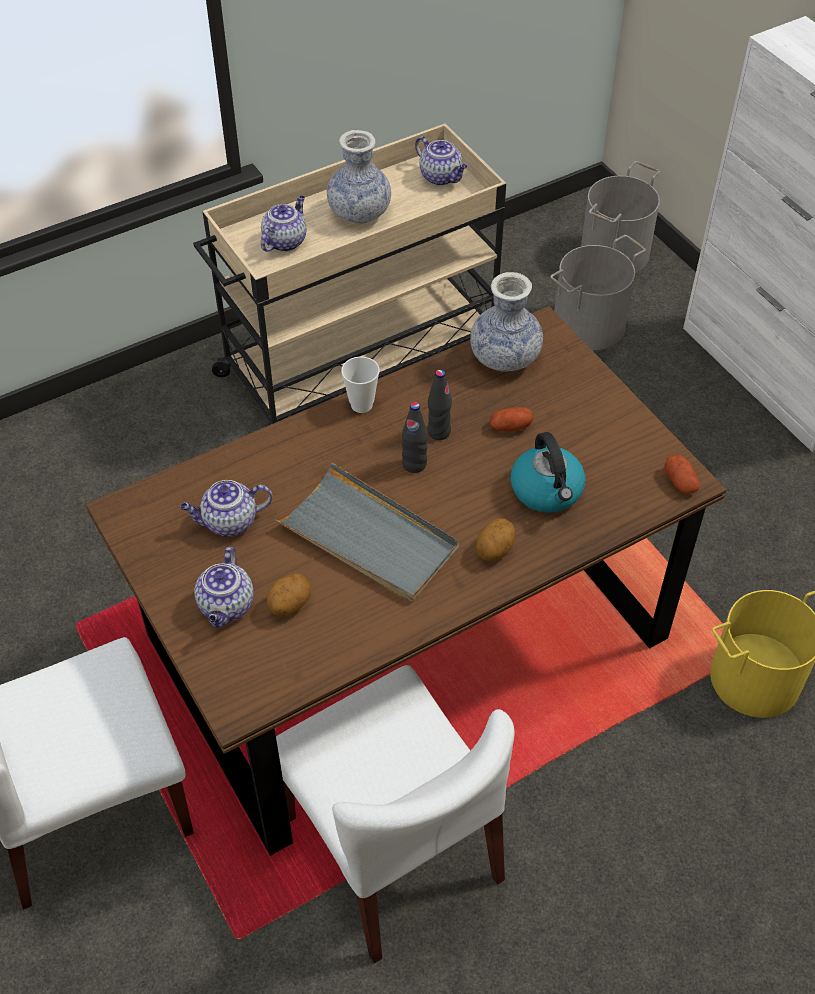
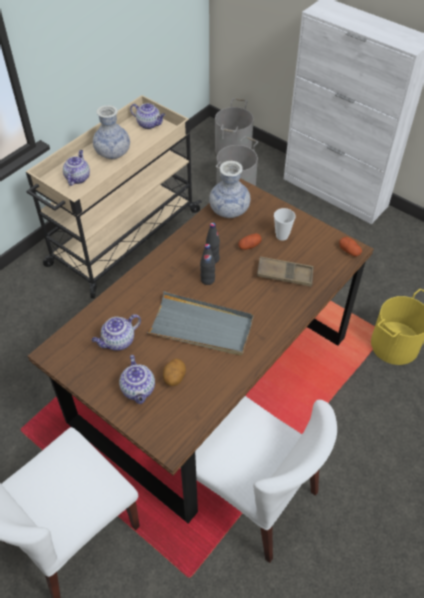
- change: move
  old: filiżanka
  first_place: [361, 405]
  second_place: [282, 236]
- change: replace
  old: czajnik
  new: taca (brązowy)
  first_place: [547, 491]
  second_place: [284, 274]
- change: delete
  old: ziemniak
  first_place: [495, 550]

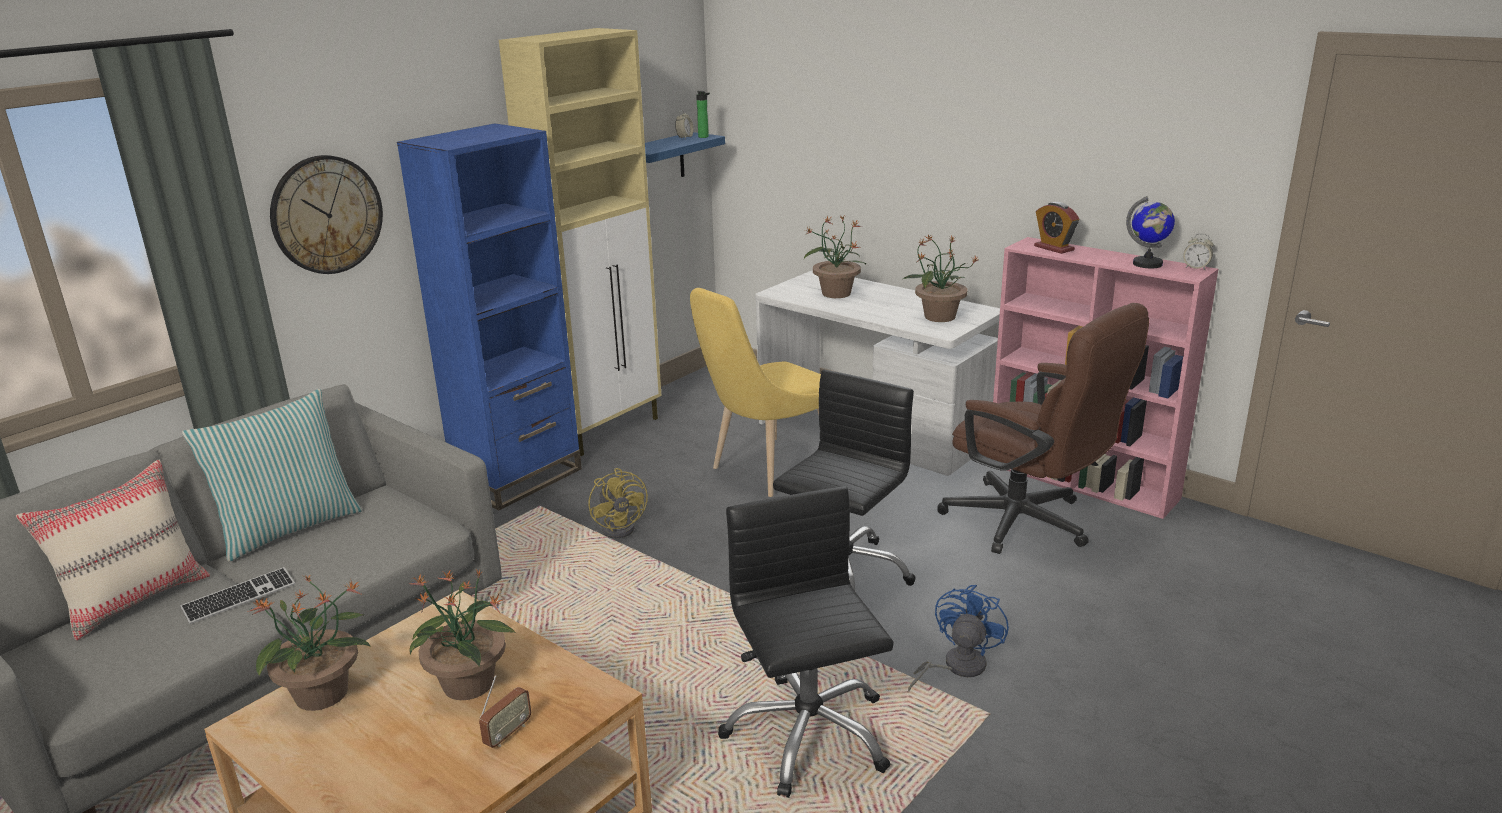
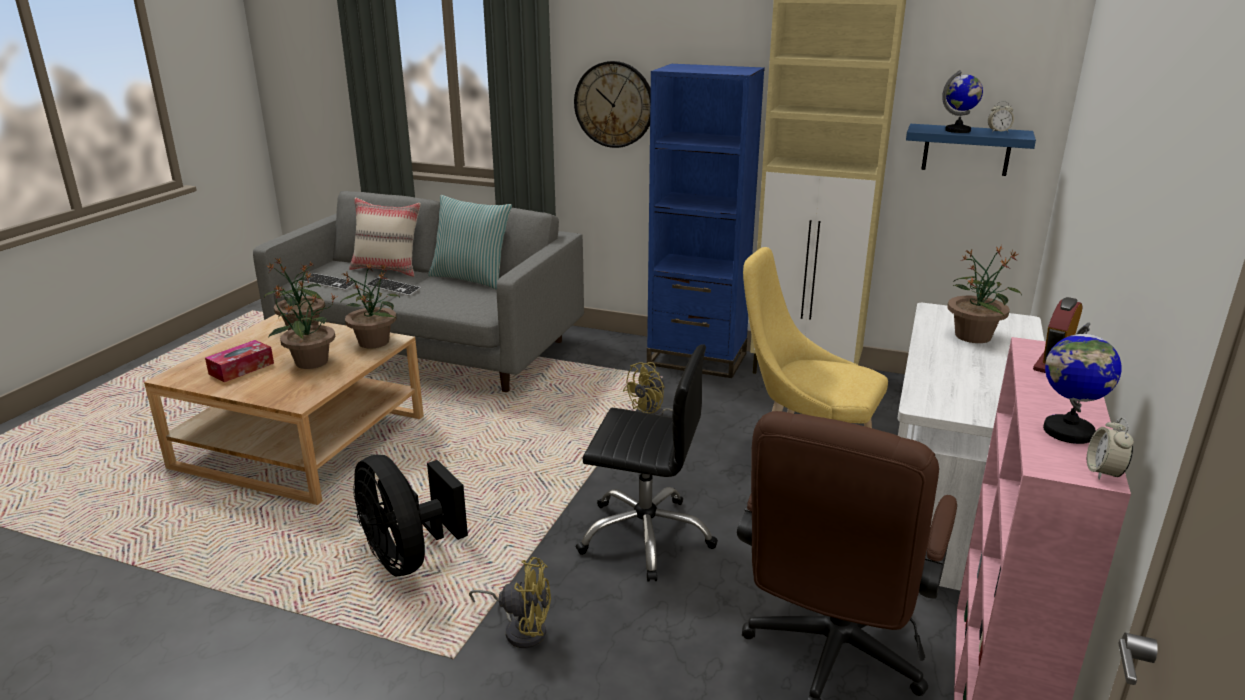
- change: delete
  old: butelka
  first_place: [704, 137]
- change: move
  old: roślina doniczkowa
  first_place: [938, 317]
  second_place: [374, 342]
- change: replace
  old: krzesło biurowe (czarny)
  new: wentylator (czarny)
  first_place: [807, 734]
  second_place: [408, 556]
- change: recolor
  old: wentylator (niebieski)
  new: wentylator (żółty)
  first_place: [956, 667]
  second_place: [521, 629]
- change: delete
  old: radio
  first_place: [508, 734]
- change: insert
  new: globus
  second_place: [958, 130]
- change: insert
  new: klawiatura
  second_place: [329, 283]
- change: insert
  new: pudełko chusteczek
  second_place: [241, 368]

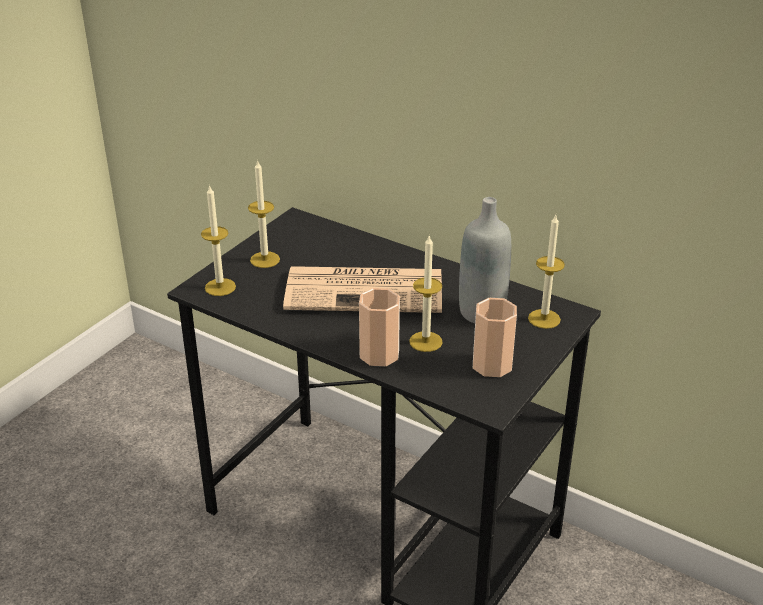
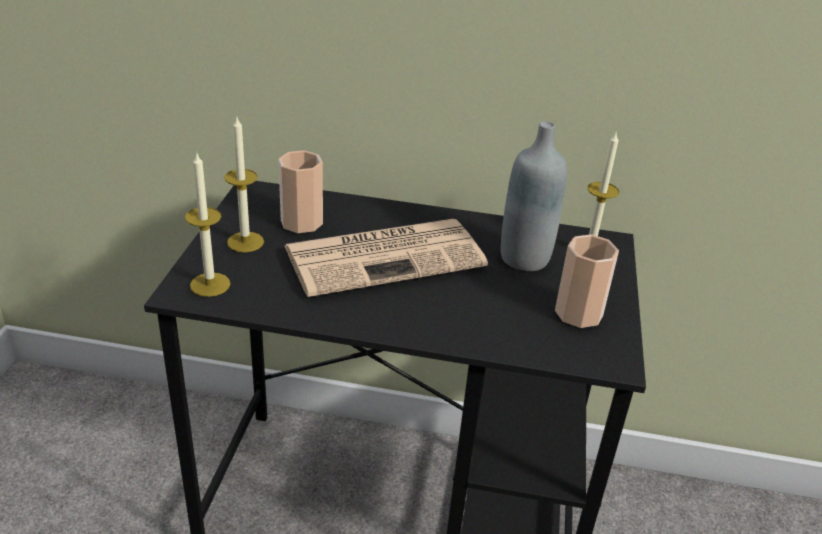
- change: delete
  old: świeca
  first_place: [425, 341]
- change: move
  old: filiżanka
  first_place: [379, 354]
  second_place: [301, 222]

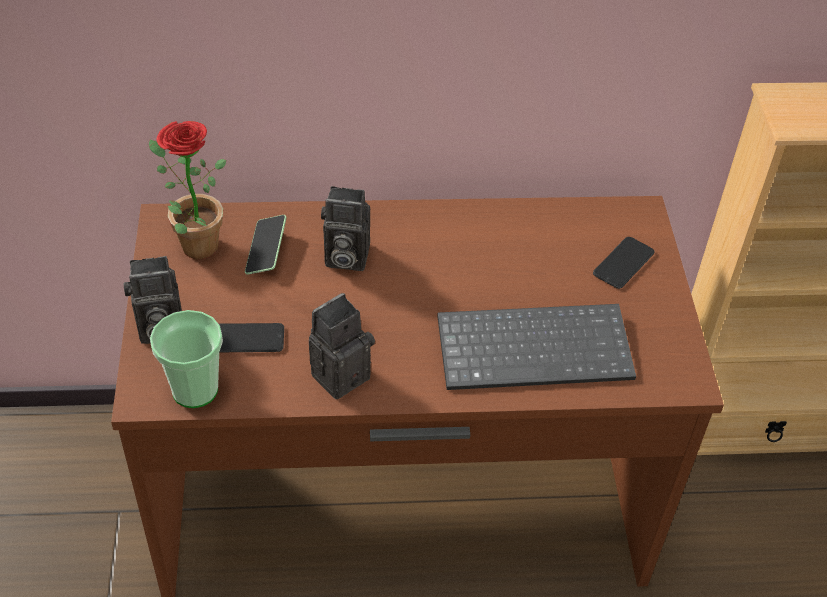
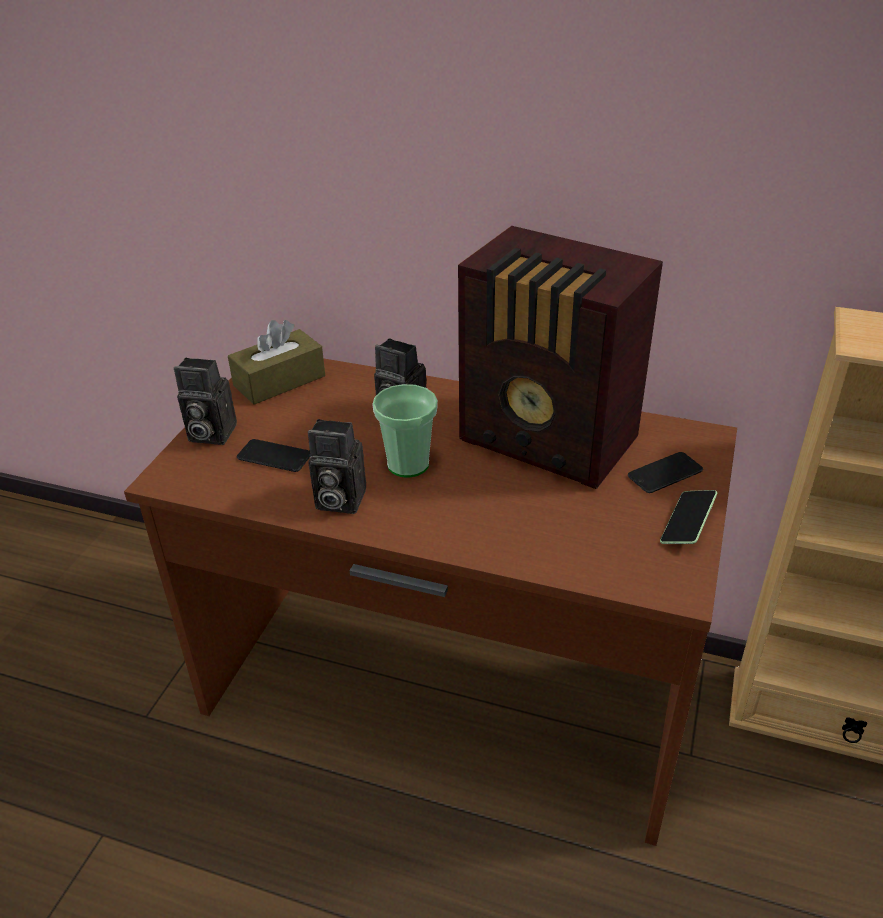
- change: replace
  old: roślina doniczkowa
  new: pudełko chusteczek (brązowy)
  first_place: [192, 243]
  second_place: [279, 381]
- change: move
  old: telefon
  first_place: [266, 251]
  second_place: [687, 525]
- change: rotate
  old: aparat fotograficzny
  first_place: [340, 373]
  second_place: [337, 500]
  degrees: -150
- change: delete
  old: klawiatura
  first_place: [536, 347]
- change: move
  old: filiżanka
  first_place: [195, 390]
  second_place: [408, 464]
- change: insert
  new: radio
  second_place: [550, 442]

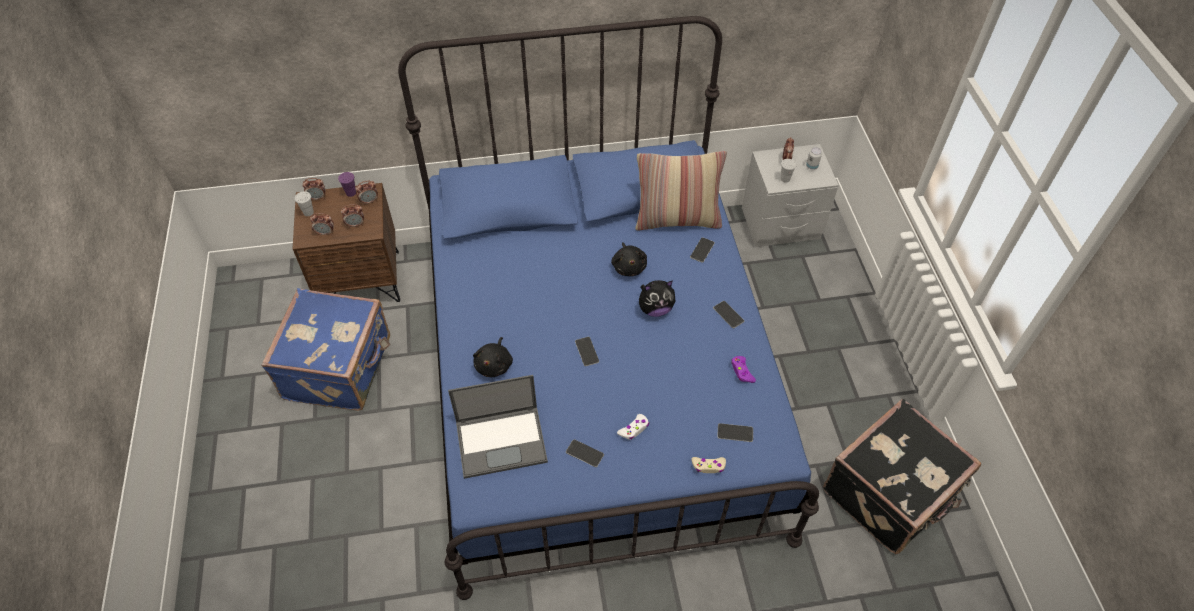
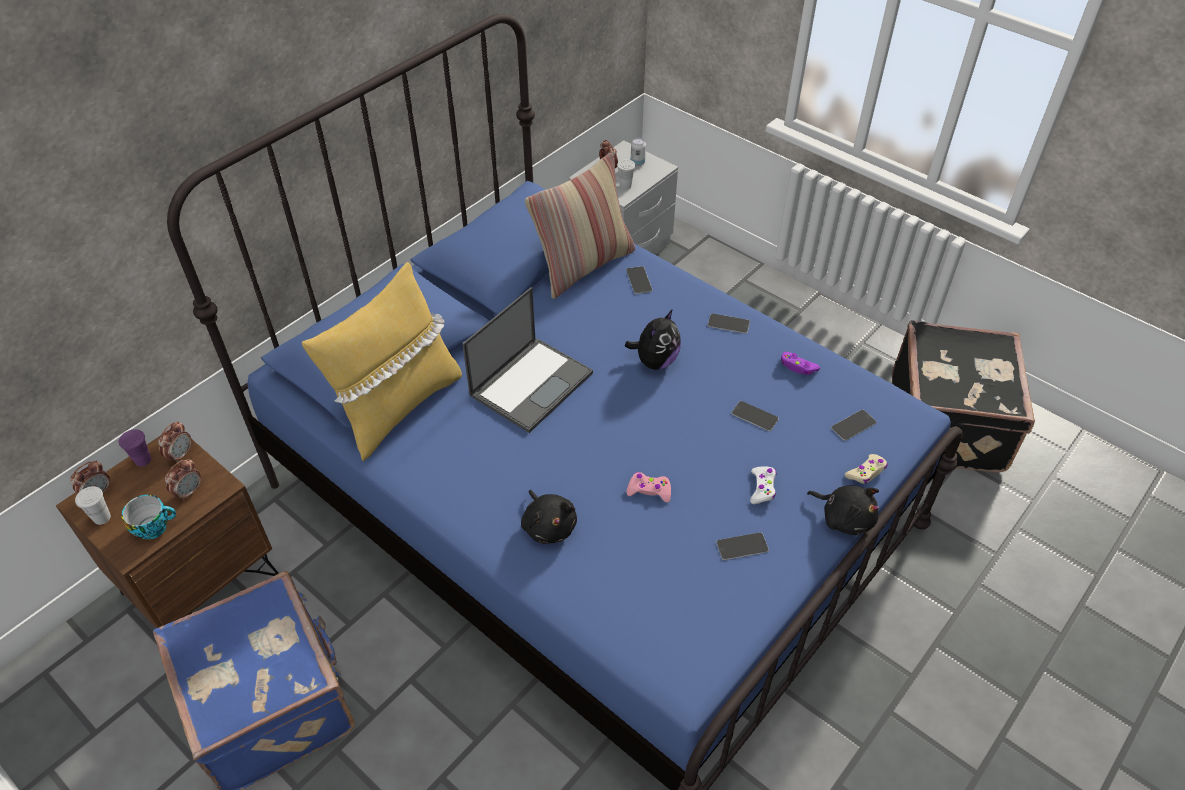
- change: replace
  old: budzik
  new: filiżanka
  first_place: [325, 233]
  second_place: [154, 526]
- change: move
  old: pluszak (czarny)
  first_place: [629, 266]
  second_place: [844, 517]
- change: move
  old: telefon
  first_place: [587, 351]
  second_place: [754, 416]
- change: move
  old: laptop
  first_place: [502, 440]
  second_place: [532, 383]
- change: insert
  new: poduszka (żółty)
  second_place: [398, 407]
- change: insert
  new: pad do gier (różowy)
  second_place: [649, 490]

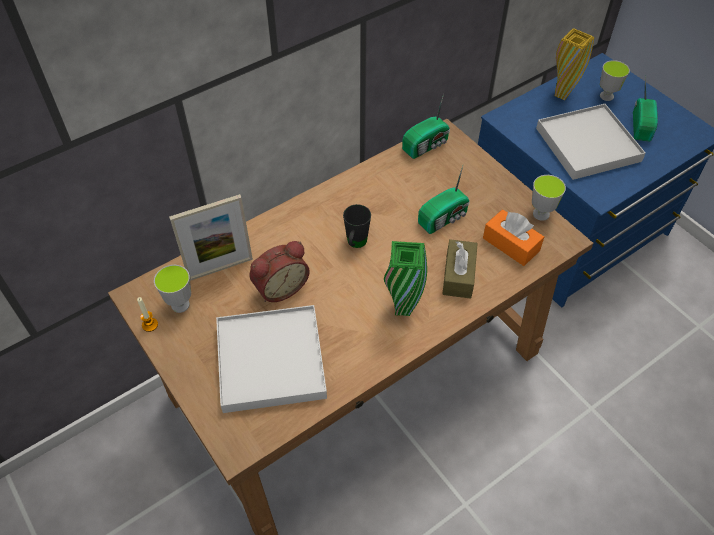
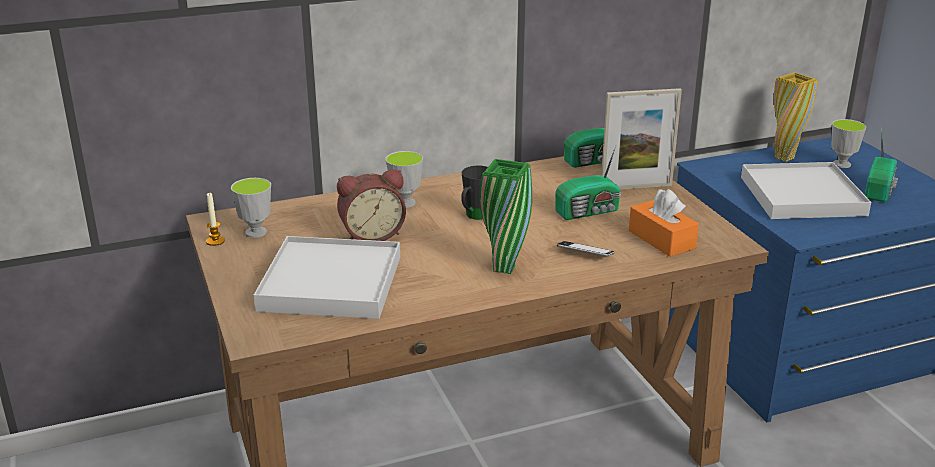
- change: move
  old: filiżanka
  first_place: [541, 214]
  second_place: [405, 203]
- change: move
  old: ramka na zdjęcie
  first_place: [220, 268]
  second_place: [636, 187]
- change: replace
  old: pudełko chusteczek (brązowy)
  new: telefon
  first_place: [458, 275]
  second_place: [585, 253]

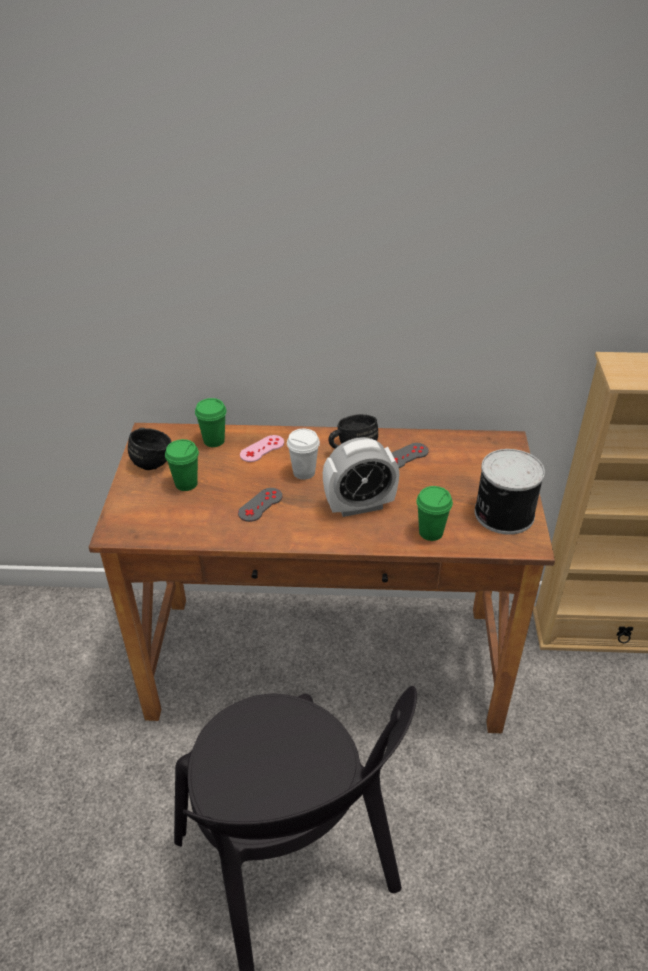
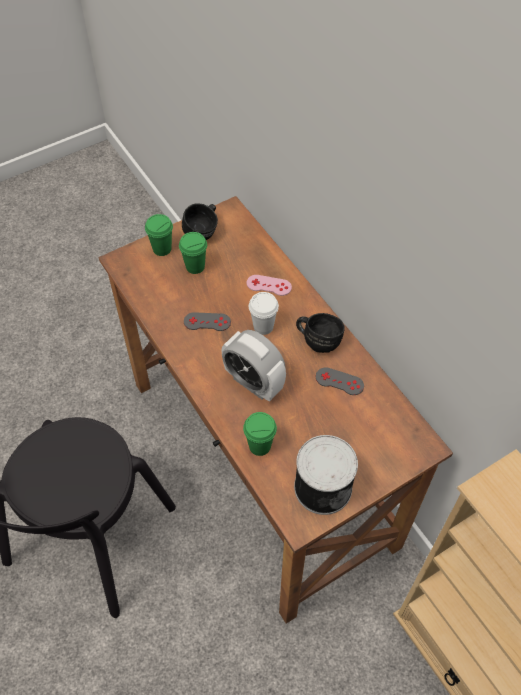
- change: move
  old: filiżanka (zielony)
  first_place: [214, 441]
  second_place: [162, 249]

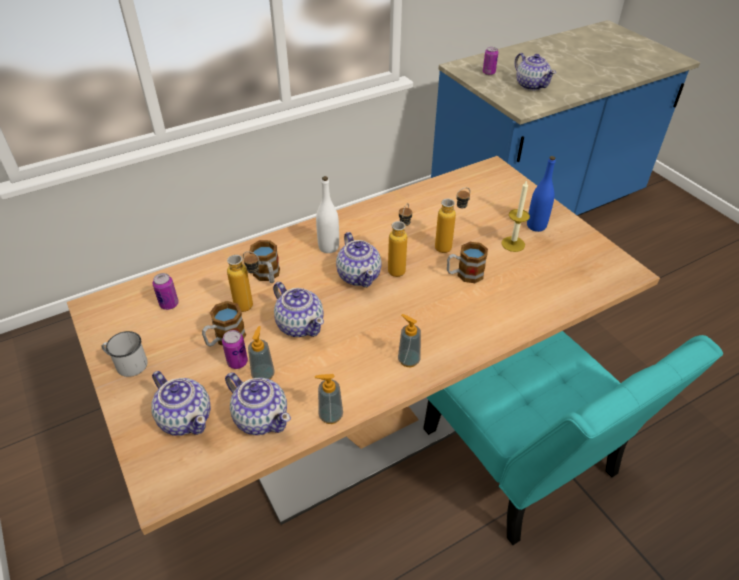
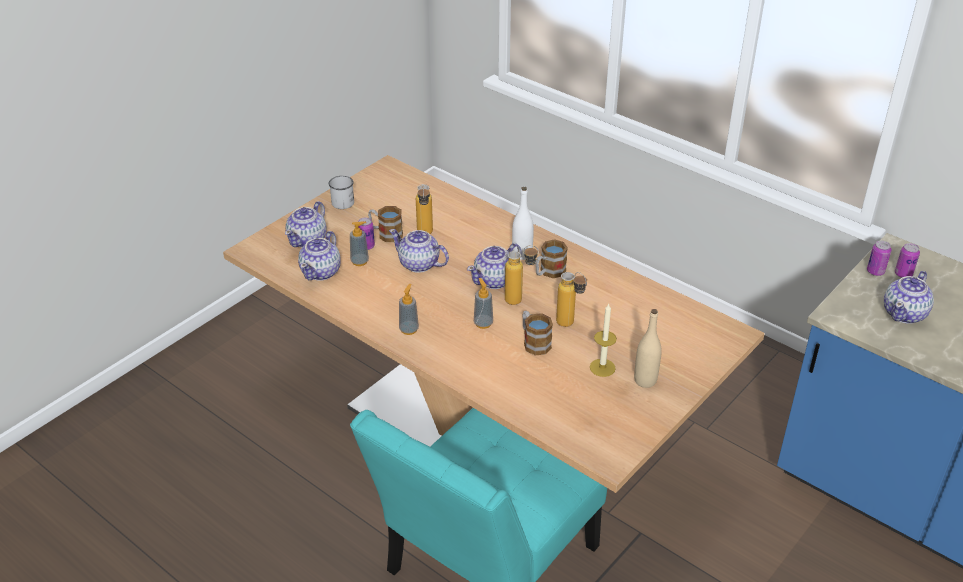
- change: recolor
  old: butelka (niebieski)
  new: butelka (beżowy)
  first_place: [536, 226]
  second_place: [645, 380]
- change: move
  old: kubek
  first_place: [268, 276]
  second_place: [549, 272]
- change: move
  old: puszka
  first_place: [169, 304]
  second_place: [875, 271]
- change: rotate
  old: imbryk
  first_place: [300, 324]
  second_place: [419, 264]
  degrees: 90
- change: move
  old: dozownik mydła
  first_place: [330, 415]
  second_place: [483, 323]

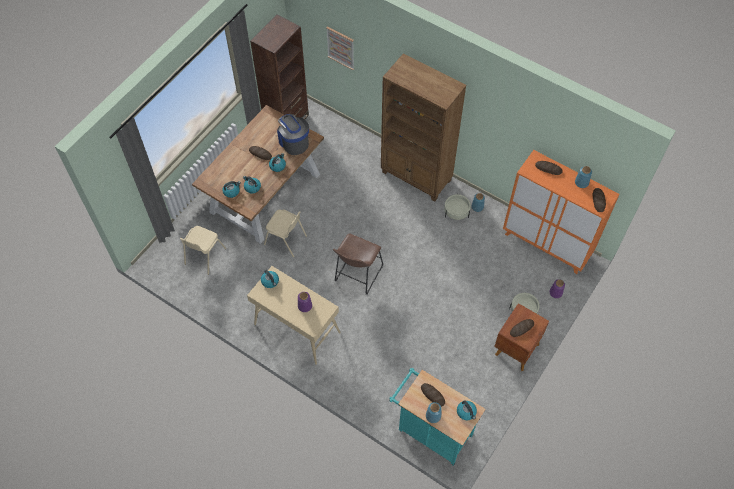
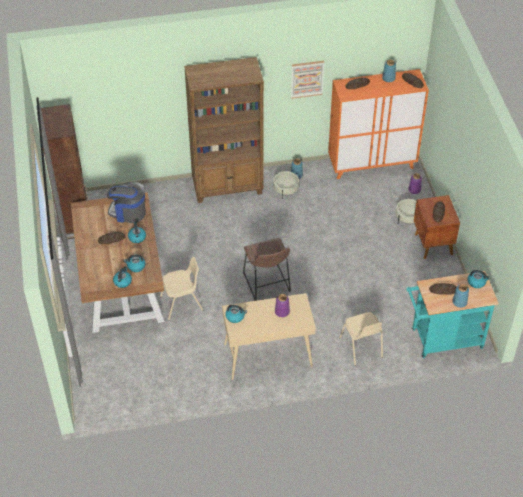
- change: move
  old: obraz
  first_place: [341, 48]
  second_place: [307, 79]
- change: move
  old: krzesło (beżowy)
  first_place: [204, 256]
  second_place: [361, 348]

